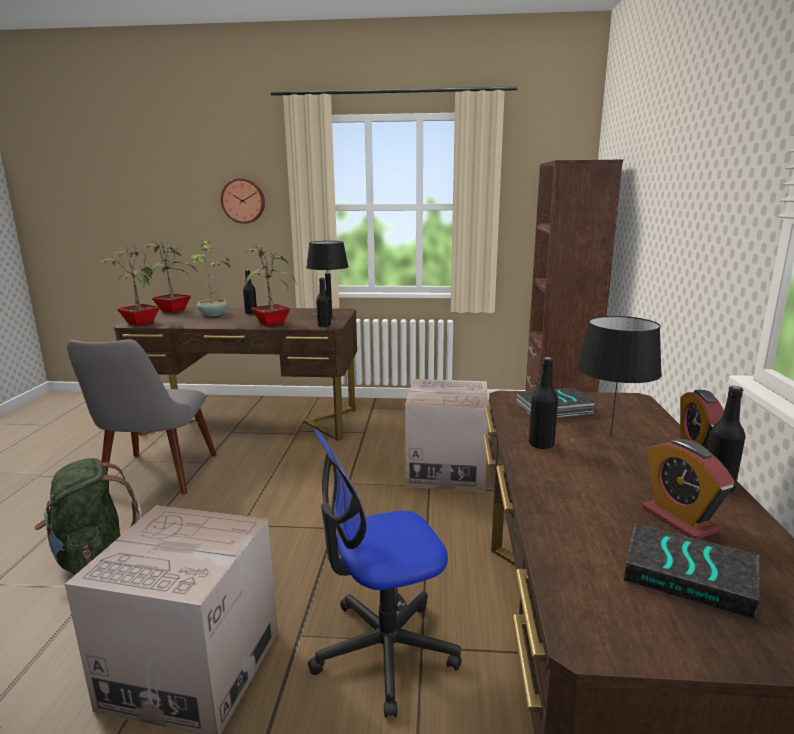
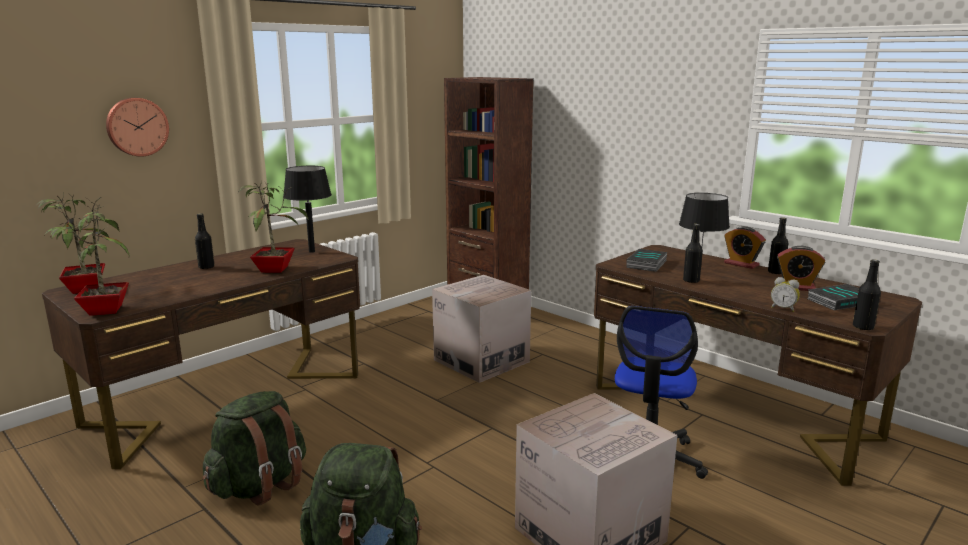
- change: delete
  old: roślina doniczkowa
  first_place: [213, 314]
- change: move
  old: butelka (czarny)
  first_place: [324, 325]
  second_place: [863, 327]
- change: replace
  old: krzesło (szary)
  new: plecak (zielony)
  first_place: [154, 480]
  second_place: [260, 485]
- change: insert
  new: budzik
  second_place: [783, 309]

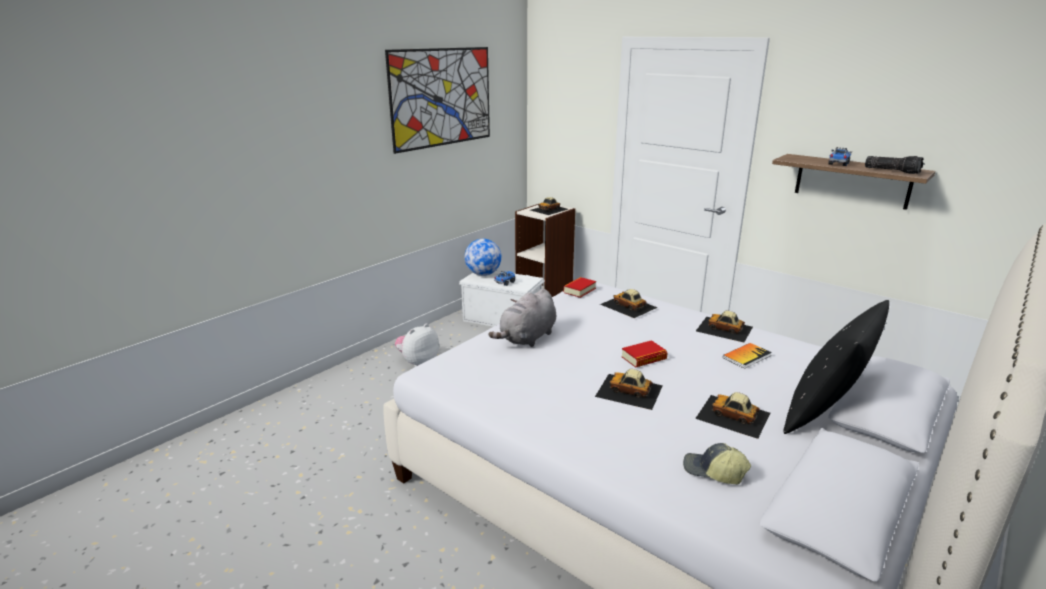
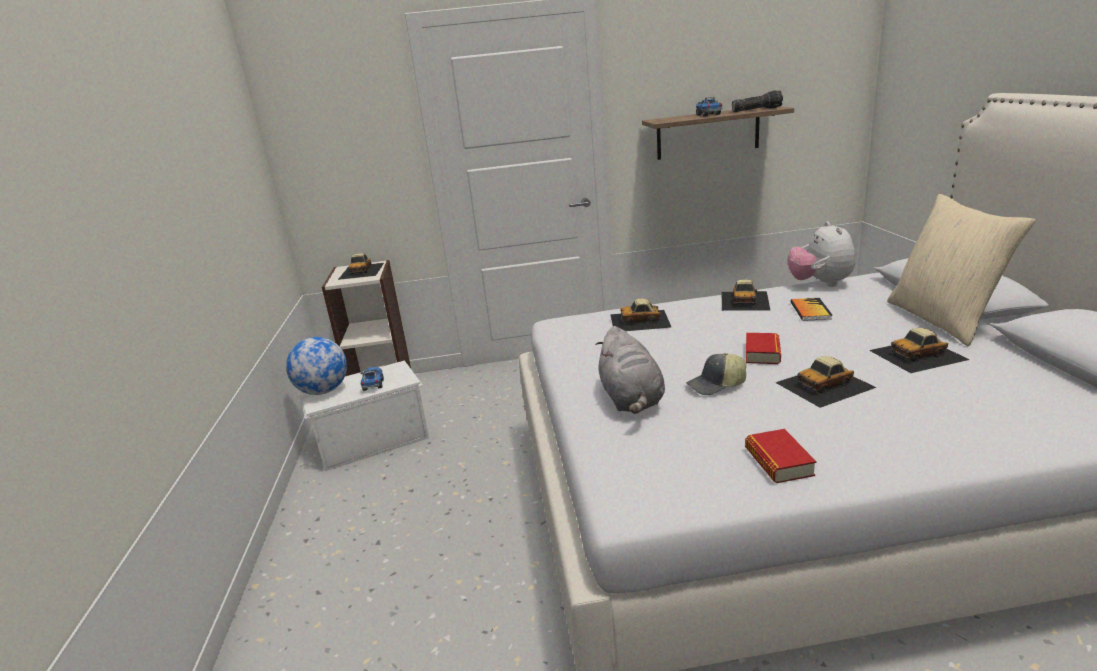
- change: delete
  old: obraz
  first_place: [442, 97]
- change: move
  old: książka
  first_place: [579, 290]
  second_place: [778, 462]
- change: recolor
  old: poduszka (czarny)
  new: poduszka (beżowy)
  first_place: [824, 414]
  second_place: [943, 319]
- change: rotate
  old: samochodzik
  first_place: [724, 329]
  second_place: [745, 300]
  degrees: -60
- change: move
  old: pluszak
  first_place: [418, 362]
  second_place: [820, 284]
- change: move
  old: czapka z daszkiem
  first_place: [713, 472]
  second_place: [716, 385]

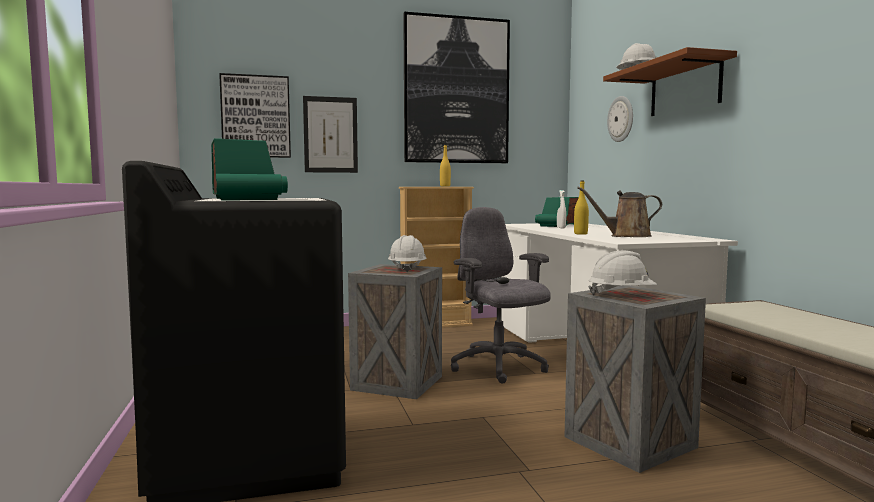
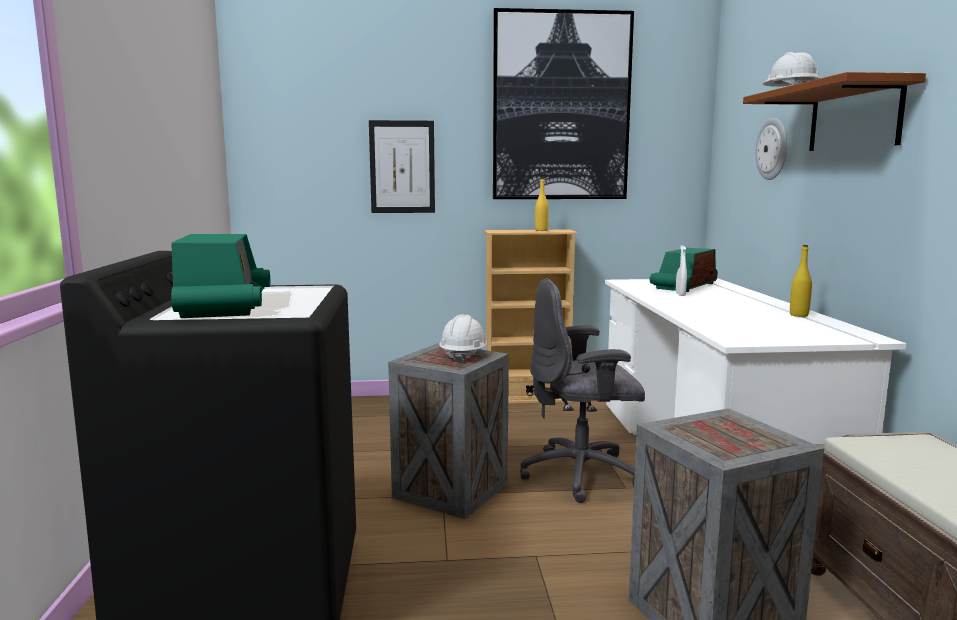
- change: delete
  old: obraz
  first_place: [256, 116]
- change: move
  old: butelka (żółty)
  first_place: [580, 234]
  second_place: [798, 315]
- change: delete
  old: konewka (brązowy)
  first_place: [626, 236]
- change: rotate
  old: krzesło biurowe (szary)
  first_place: [498, 367]
  second_place: [582, 475]
  degrees: -75
- change: delete
  old: kask (biały)
  first_place: [622, 295]

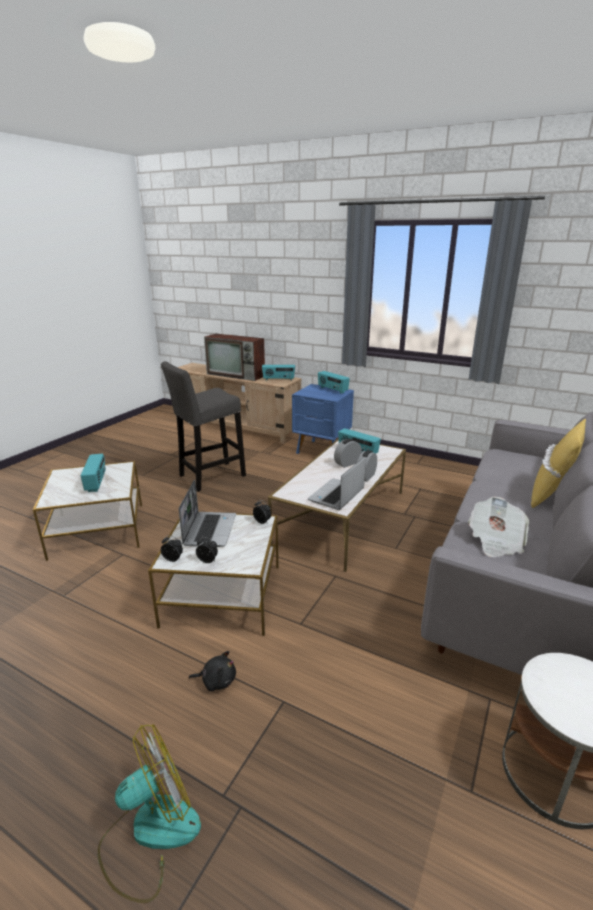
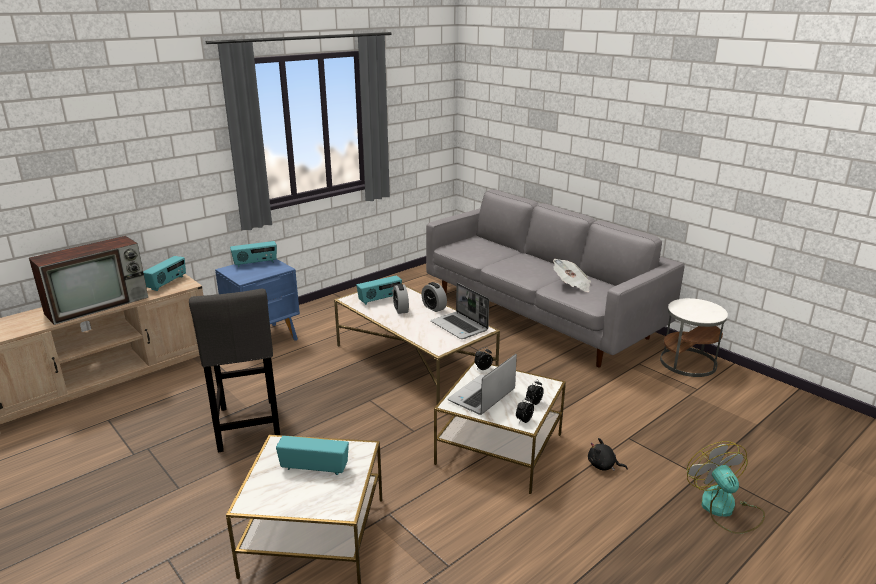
- change: delete
  old: poduszka (żółty)
  first_place: [550, 494]
- change: rotate
  old: laptop
  first_place: [209, 530]
  second_place: [482, 396]
  degrees: -75
- change: rotate
  old: pluszak (czarny)
  first_place: [217, 680]
  second_place: [603, 466]
  degrees: -90

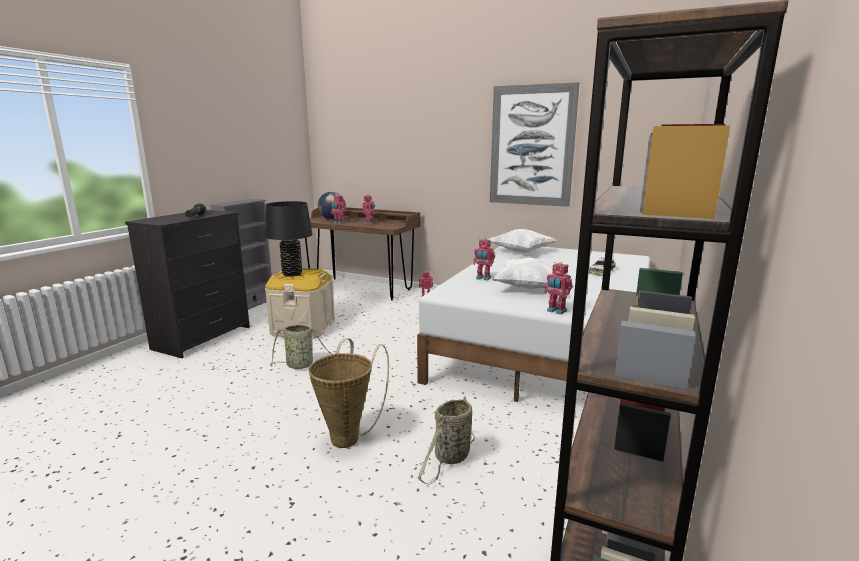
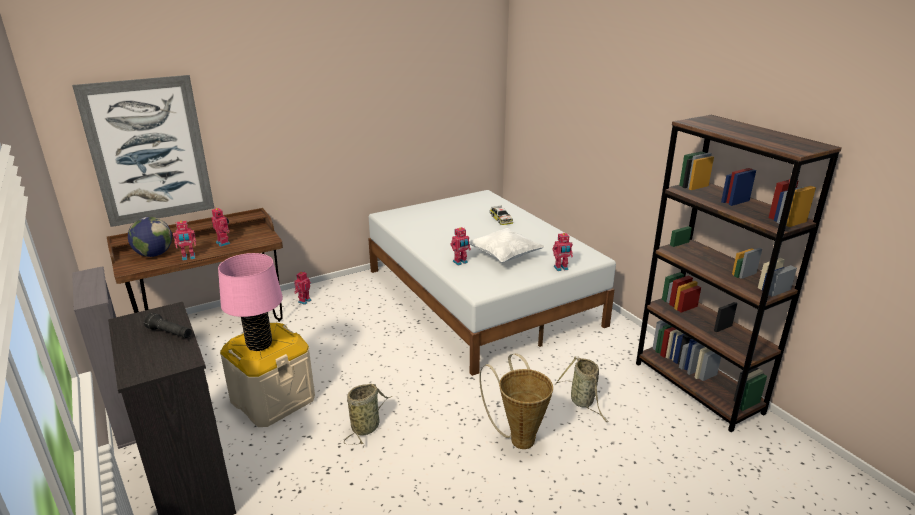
- change: move
  old: obraz
  first_place: [531, 146]
  second_place: [149, 151]
- change: recolor
  old: lampa stołowa (czarny)
  new: lampa stołowa (różowy)
  first_place: [292, 274]
  second_place: [259, 345]
- change: delete
  old: poduszka (biały)
  first_place: [521, 252]

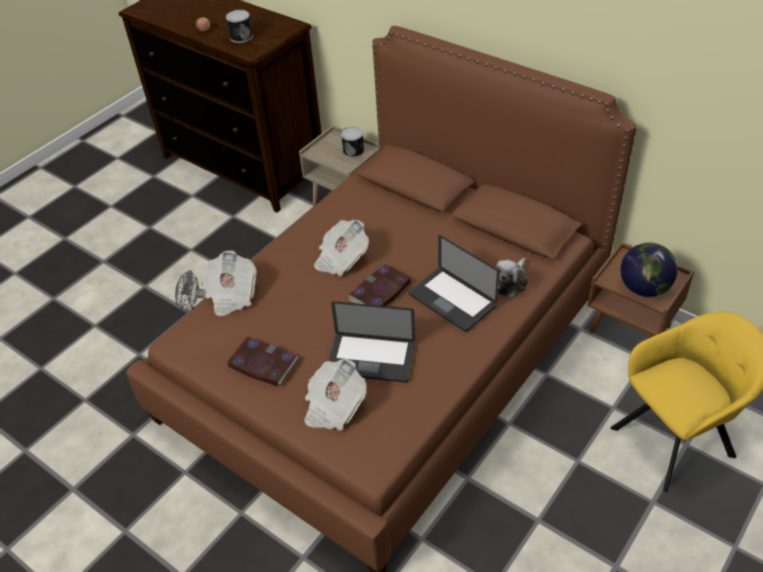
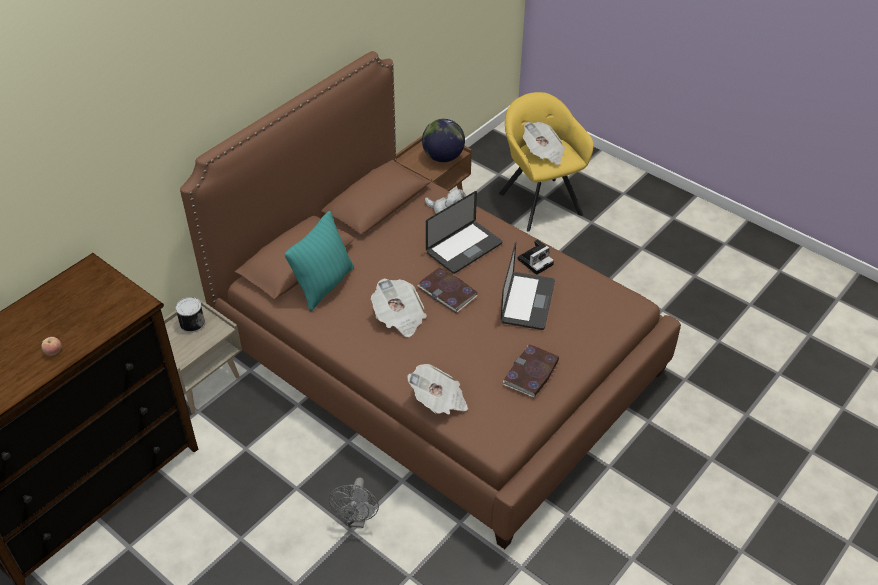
- change: delete
  old: puszka
  first_place: [241, 36]
- change: move
  old: gazeta
  first_place: [333, 406]
  second_place: [543, 153]
- change: insert
  new: poduszka (turkusowy)
  second_place: [324, 285]
- change: insert
  new: aparat fotograficzny
  second_place: [536, 261]

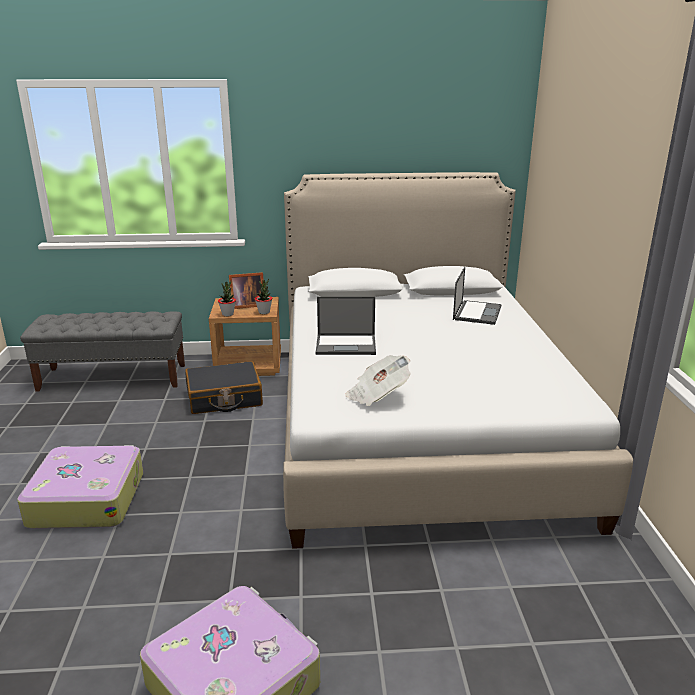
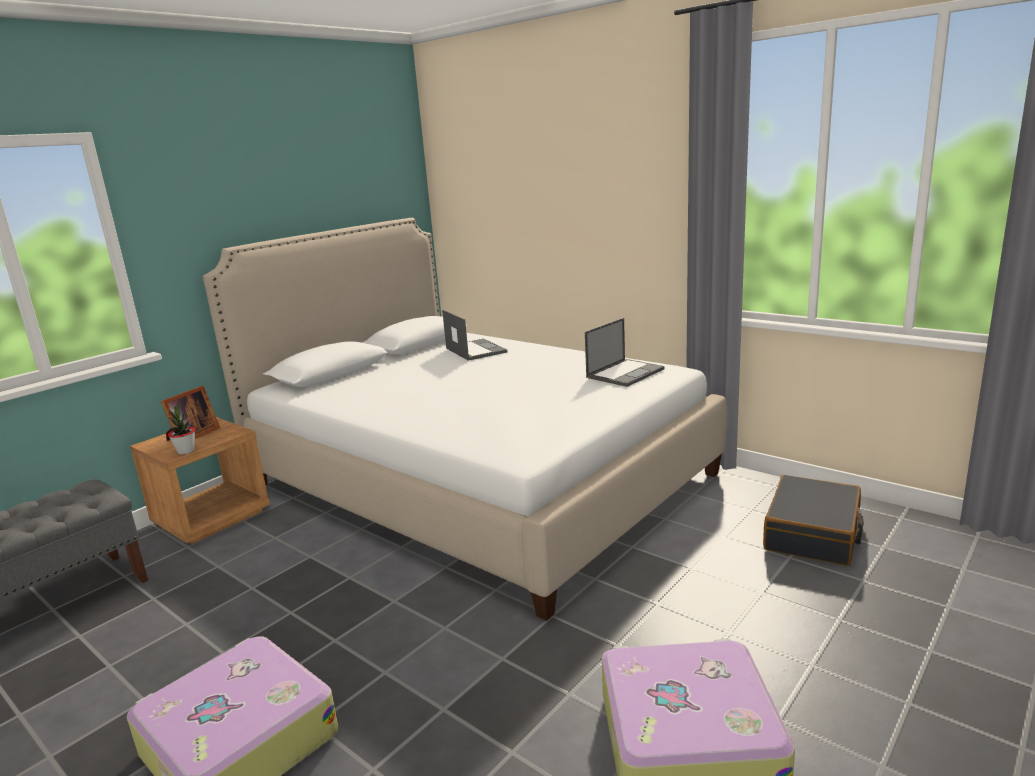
- change: delete
  old: roślina doniczkowa
  first_place: [264, 312]
- change: move
  old: laptop
  first_place: [346, 345]
  second_place: [625, 373]
- change: delete
  old: gazeta
  first_place: [377, 395]
- change: move
  old: walizka (czarny)
  first_place: [224, 398]
  second_place: [813, 534]

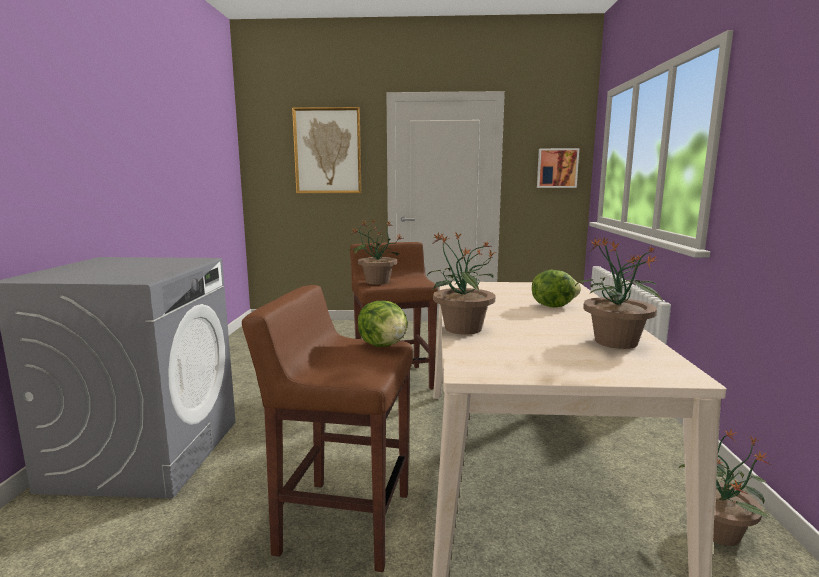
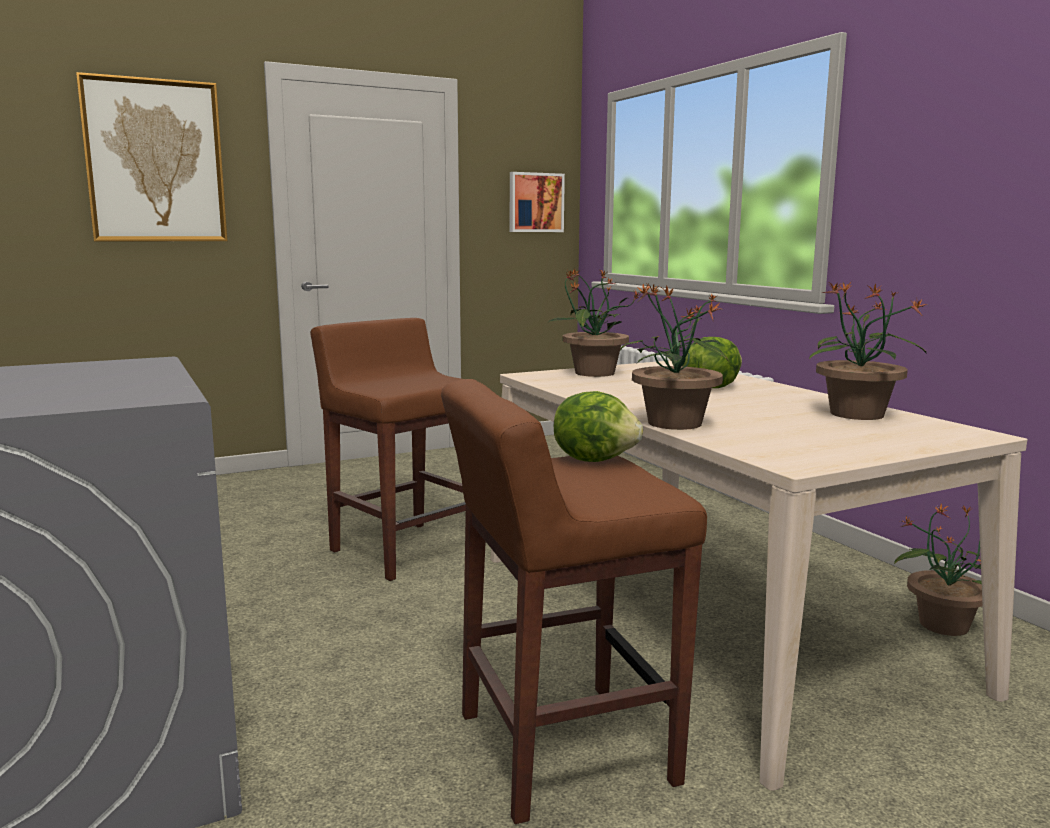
- change: move
  old: roślina doniczkowa
  first_place: [377, 282]
  second_place: [593, 373]

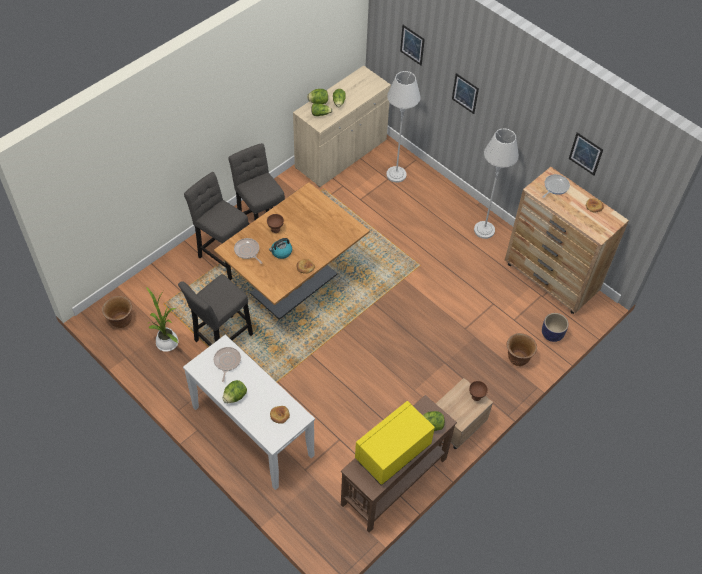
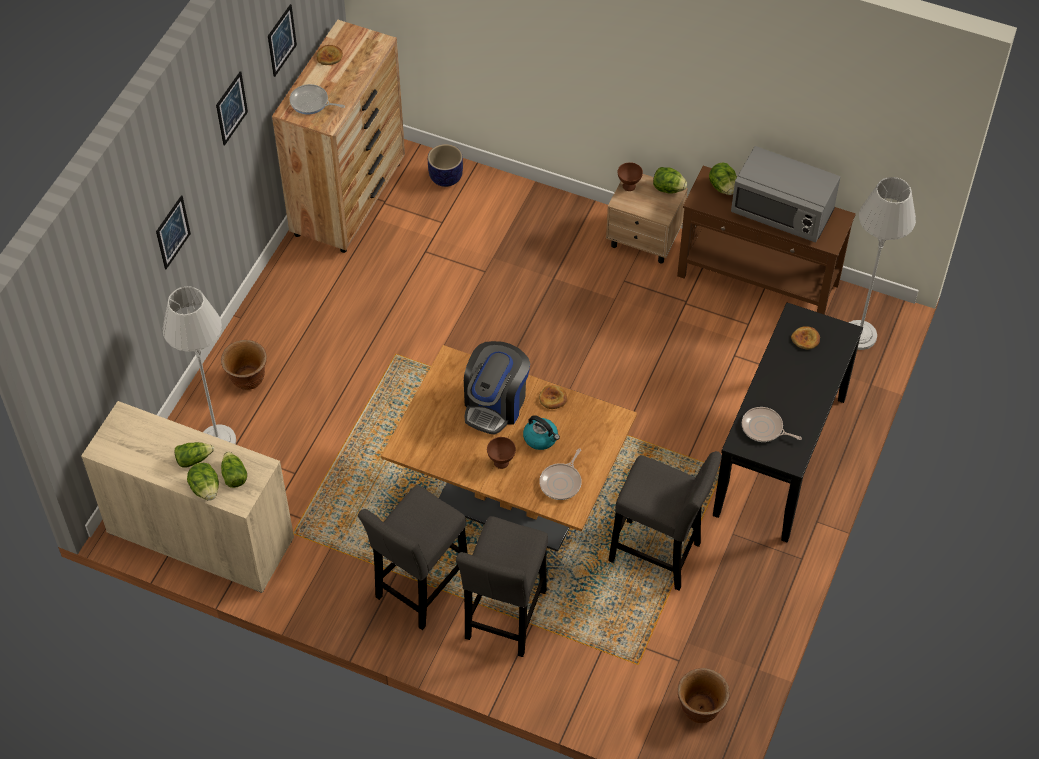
- change: move
  old: obraz
  first_place: [412, 45]
  second_place: [231, 108]
- change: move
  old: lampa stojąca (szary)
  first_place: [484, 230]
  second_place: [859, 335]
- change: delete
  old: roślina doniczkowa
  first_place: [166, 341]
- change: move
  old: donica (brązowy)
  first_place: [517, 358]
  second_place: [248, 380]
- change: recolor
  old: stolik konsolowy (biały)
  new: stolik konsolowy (czarny)
  first_place: [252, 431]
  second_place: [781, 456]
- change: rotate
  old: patelnia
  first_place: [227, 362]
  second_place: [764, 428]
  degrees: 45
- change: move
  old: sałata
  first_place: [235, 396]
  second_place: [668, 188]
- change: recolor
  old: mikrofalówka (żółty)
  new: mikrofalówka (szary)
  first_place: [393, 453]
  second_place: [782, 212]
- change: insert
  new: ekspres do kawy
  second_place: [495, 404]

